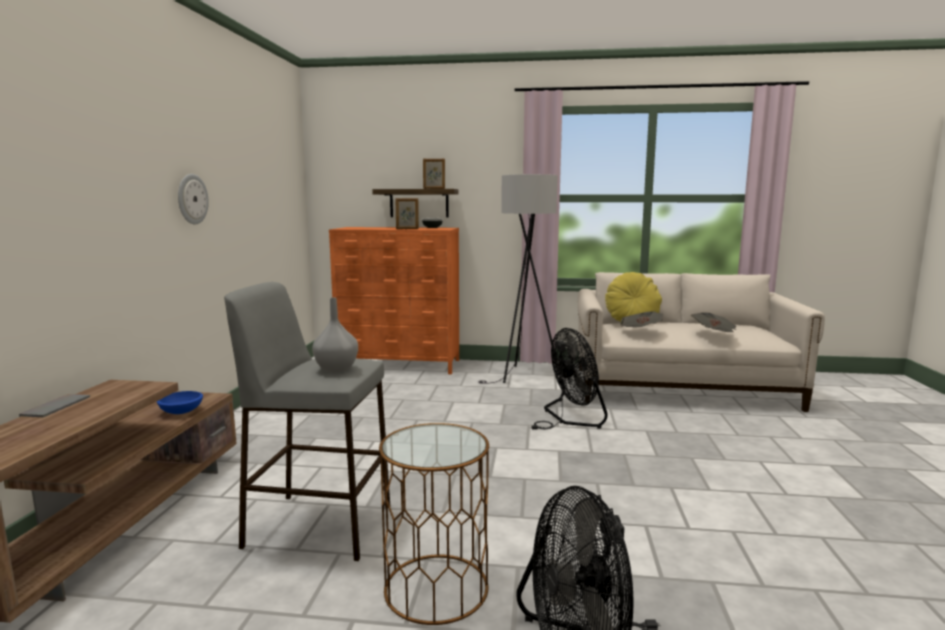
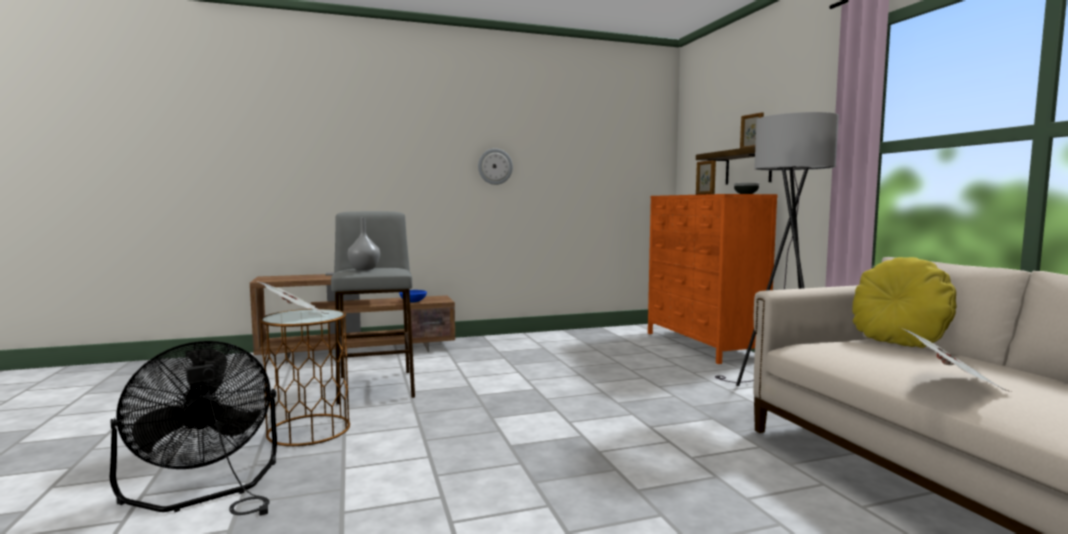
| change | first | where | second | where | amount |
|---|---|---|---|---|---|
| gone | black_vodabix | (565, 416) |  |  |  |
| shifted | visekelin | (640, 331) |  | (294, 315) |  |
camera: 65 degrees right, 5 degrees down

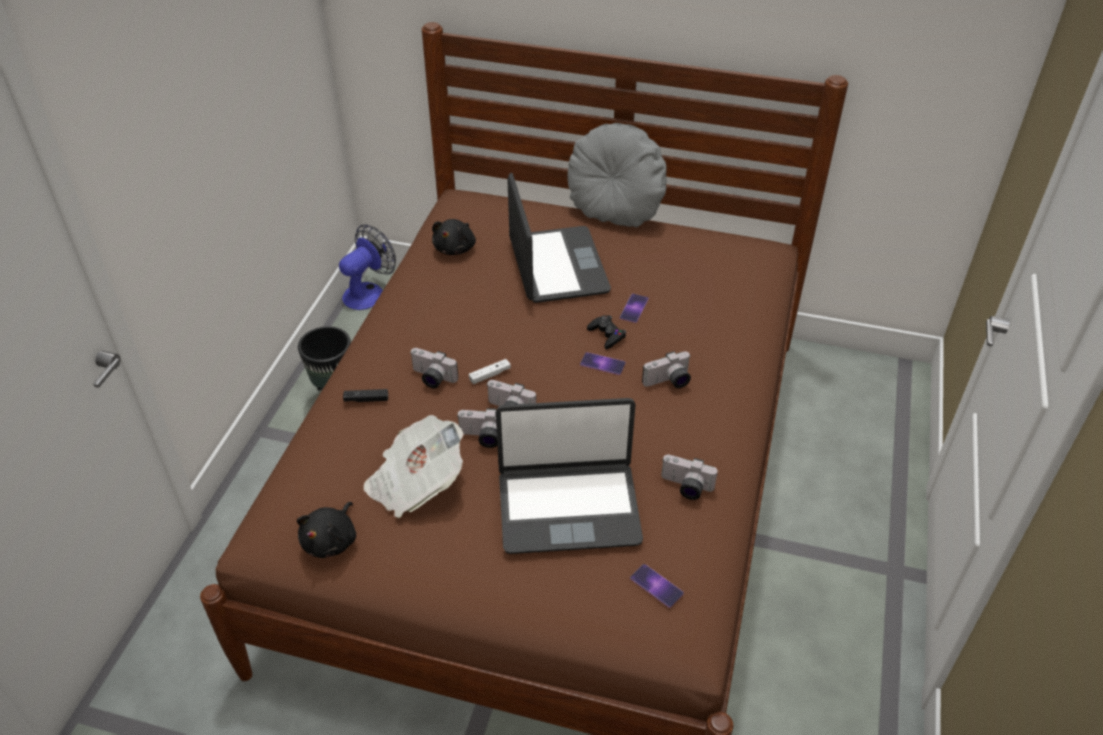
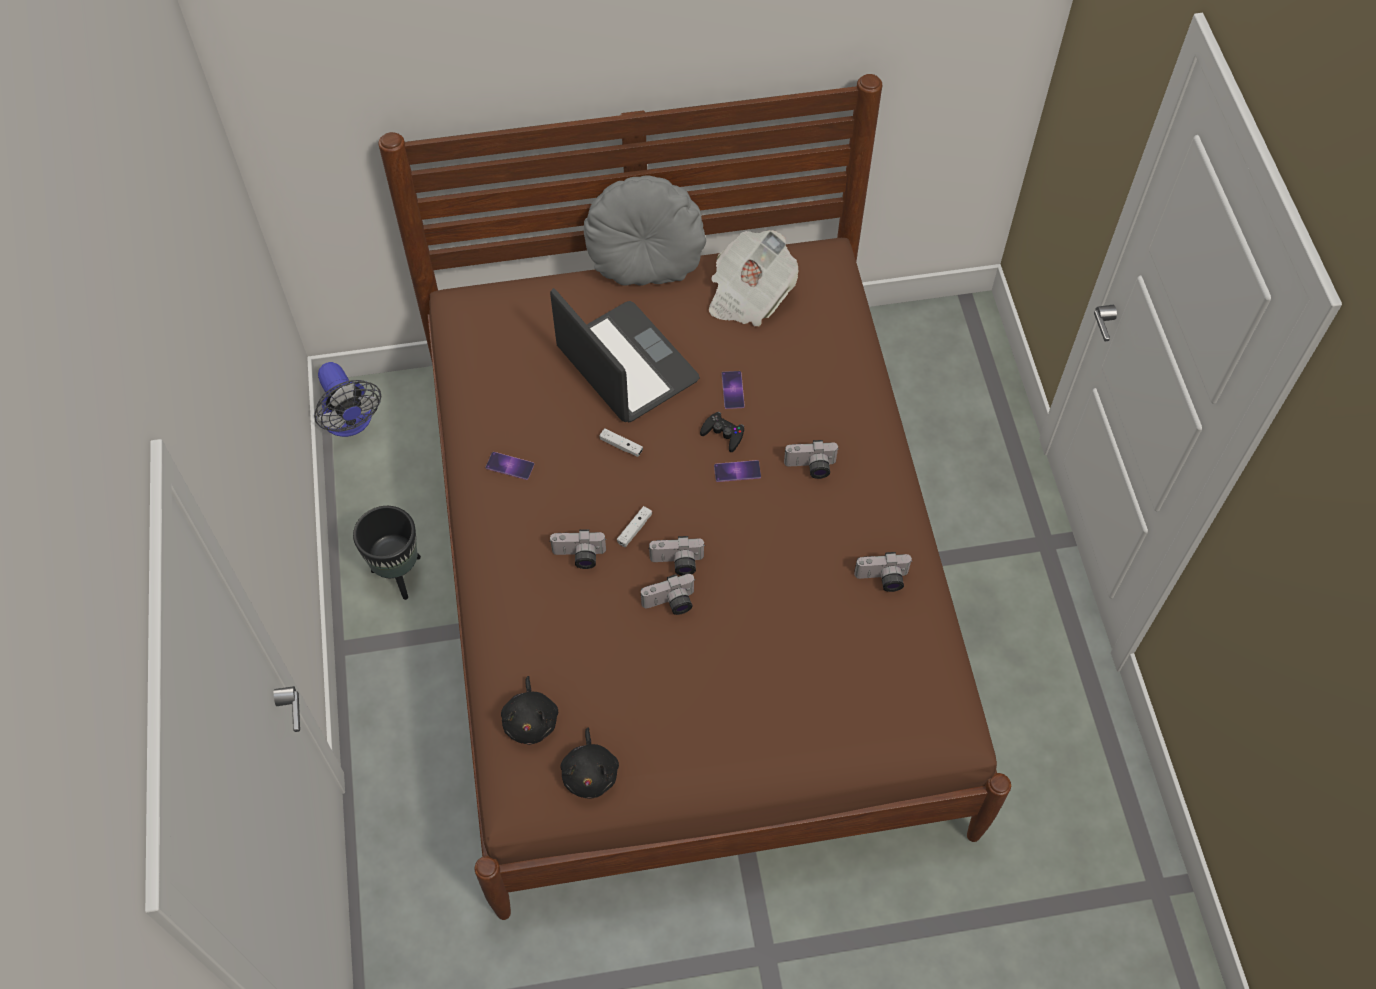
| change | first | where | second | where | amount |
|---|---|---|---|---|---|
| gone | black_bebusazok | (366, 399) |  |  |  |
| gone | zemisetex | (568, 507) |  |  |  |
| new |  |  | white_bebusazok | (621, 446) |  |
| shifted | visekelin | (415, 483) |  | (749, 294) |  |
| shifted | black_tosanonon | (455, 248) |  | (531, 720) |  |
| shifted | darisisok | (656, 586) |  | (510, 466) |  |
| rotated | vodabix | (369, 292) |  | (351, 423) | 135 degrees clockwise |
| rotated | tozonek | (668, 382) |  | (810, 468) | 45 degrees clockwise |
camera: 25 degrees left, 15 degrees up

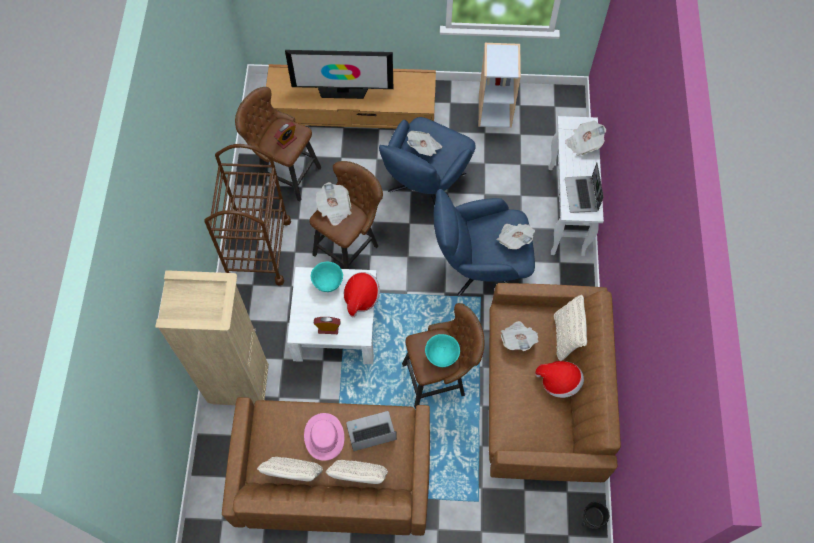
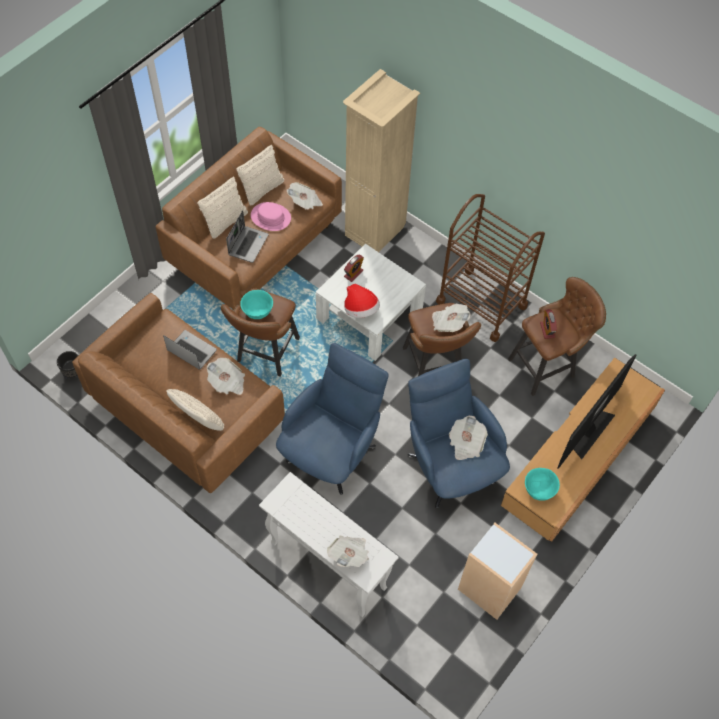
| change | first | where | second | where | amount |
|---|---|---|---|---|---|
| gone | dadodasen | (559, 382) |  |  |  |
| shifted | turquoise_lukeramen | (327, 283) |  | (539, 490) |  |
| shifted | visekelin | (514, 239) |  | (305, 202) |  |
| shifted | zemisetex | (582, 195) |  | (191, 351) |  |
camera: 125 degrees right, 5 degrees down

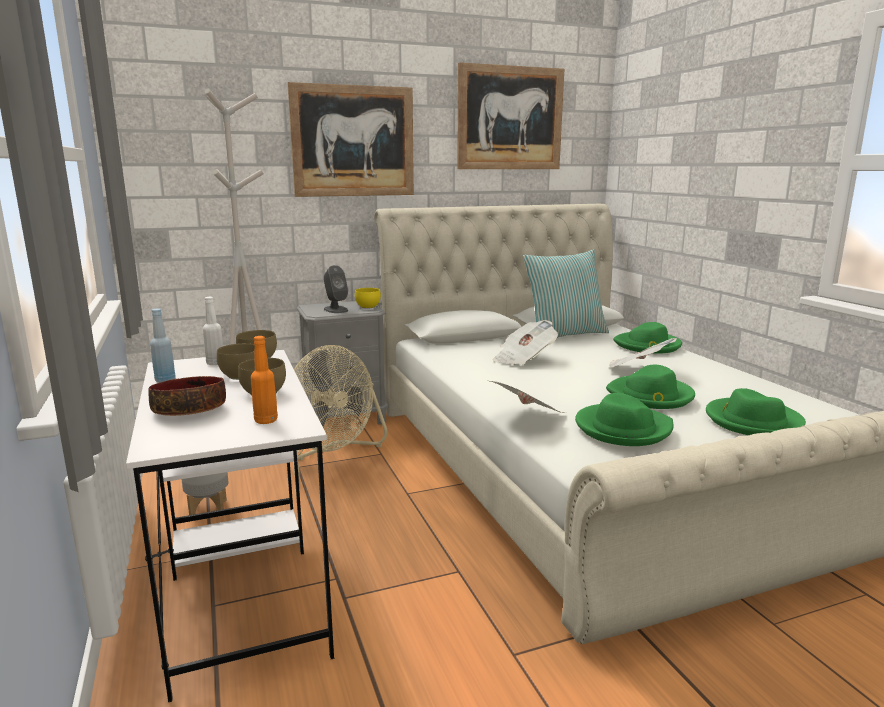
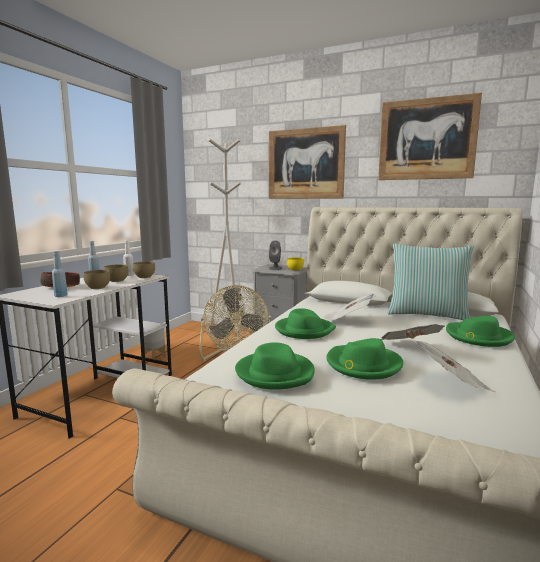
| change | first | where | second | where | amount |
|---|---|---|---|---|---|
| shifted | visekelin | (527, 418) |  | (451, 384) |  |
| shifted | green_dadodasen | (752, 421) |  | (304, 330) |  |
| repainted | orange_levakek | (265, 420) | blue_levakek | (61, 296) |  |
camera: 45 degrees right, 5 degrees down

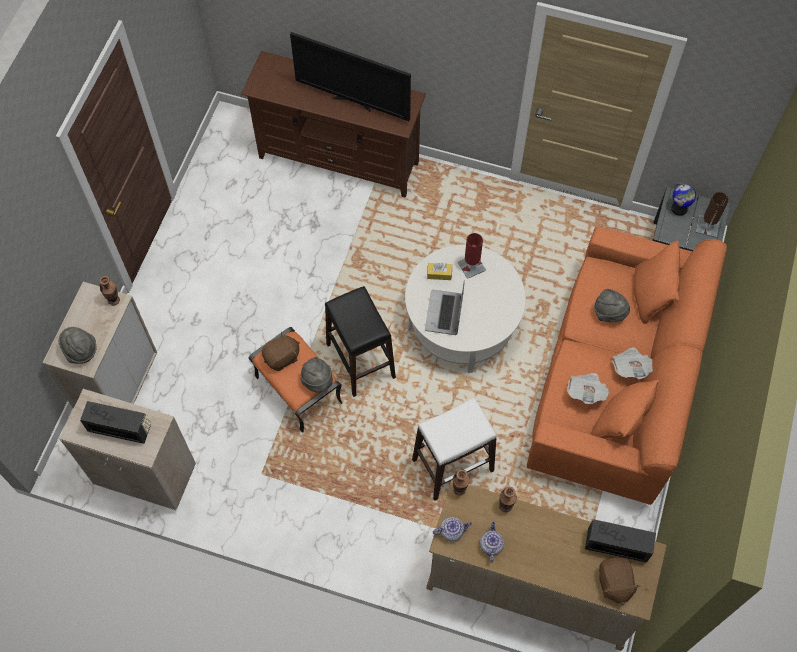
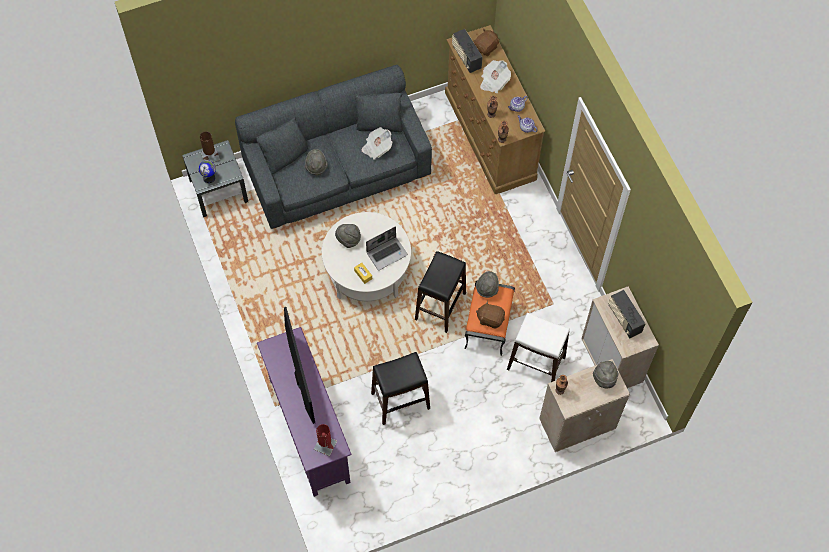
| change | first | where | second | where | amount |
|---|---|---|---|---|---|
| new |  |  | grey_dadodasen | (348, 240) |  |
| new |  |  | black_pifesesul | (400, 401) |  |
| shifted | white_pifesesul | (452, 466) |  | (536, 363) |  |
| shifted | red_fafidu | (471, 266) |  | (325, 445) |  |
| shifted | visekelin | (631, 367) |  | (494, 81) |  |
| repainted | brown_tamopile | (339, 159) | purple_tamopile | (308, 430) |  |
| repainted | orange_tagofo | (613, 382) | grey_tagofo | (337, 171) |  |
camera: 130 degrees left, 0 degrees up

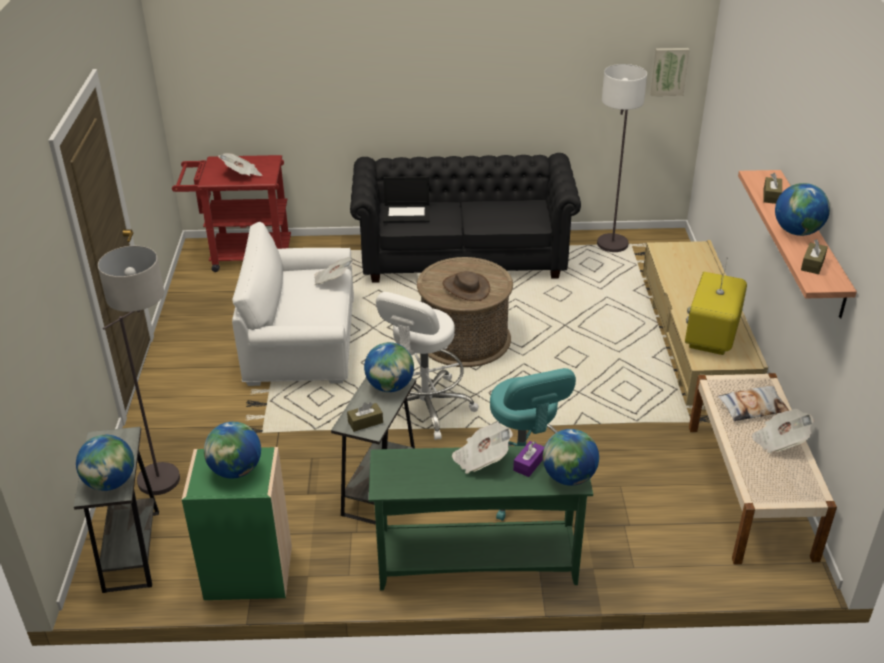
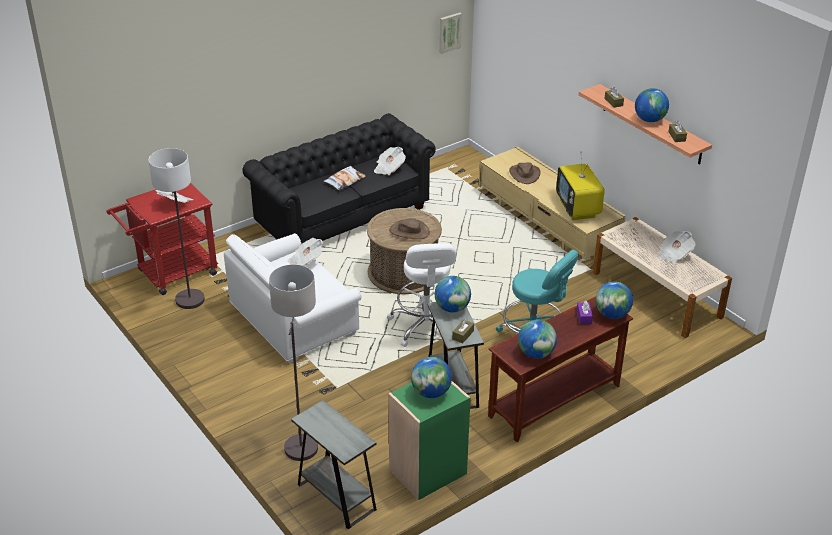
| change | first | where | second | where | amount |
|---|---|---|---|---|---|
| gone | zemisetex | (407, 213) |  |  |  |
| new |  |  | brown_dadodasen | (524, 174) |  |
| shifted | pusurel | (110, 482) |  | (536, 353) |  |
| shifted | visekelin | (481, 459) |  | (389, 168) |  |
| shifted | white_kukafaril | (609, 249) |  | (189, 305) |  |
| shifted | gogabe | (752, 407) |  | (345, 181) |  |
| repainted | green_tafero | (476, 563) | brown_tafero | (554, 401) |  |
camera: 35 degrees left, 0 degrees up

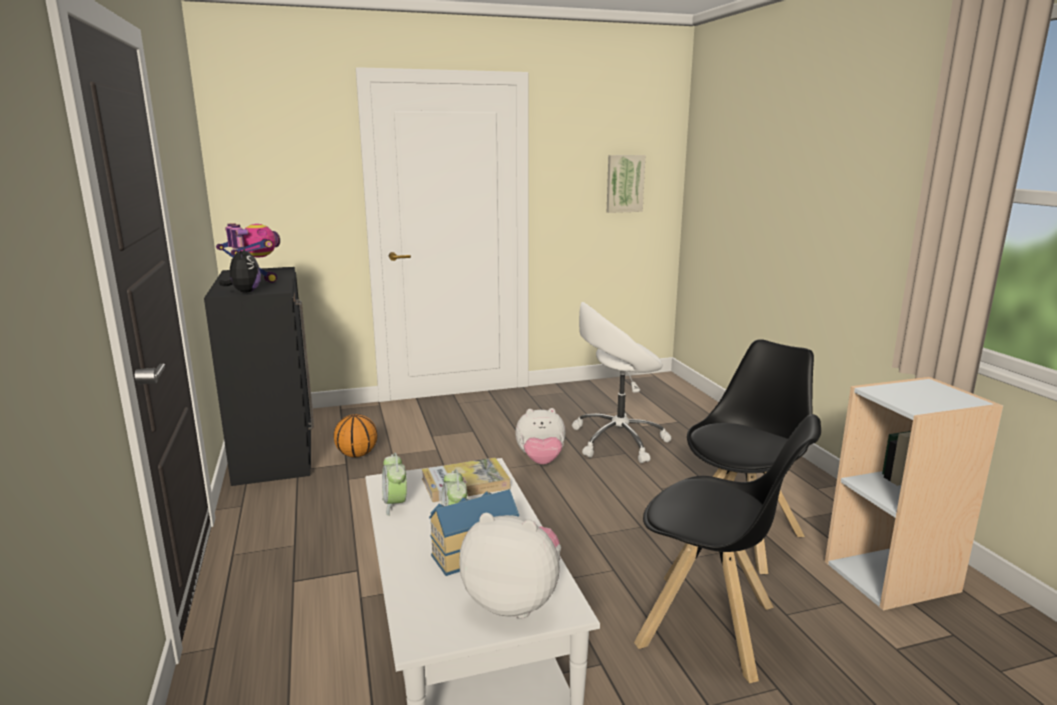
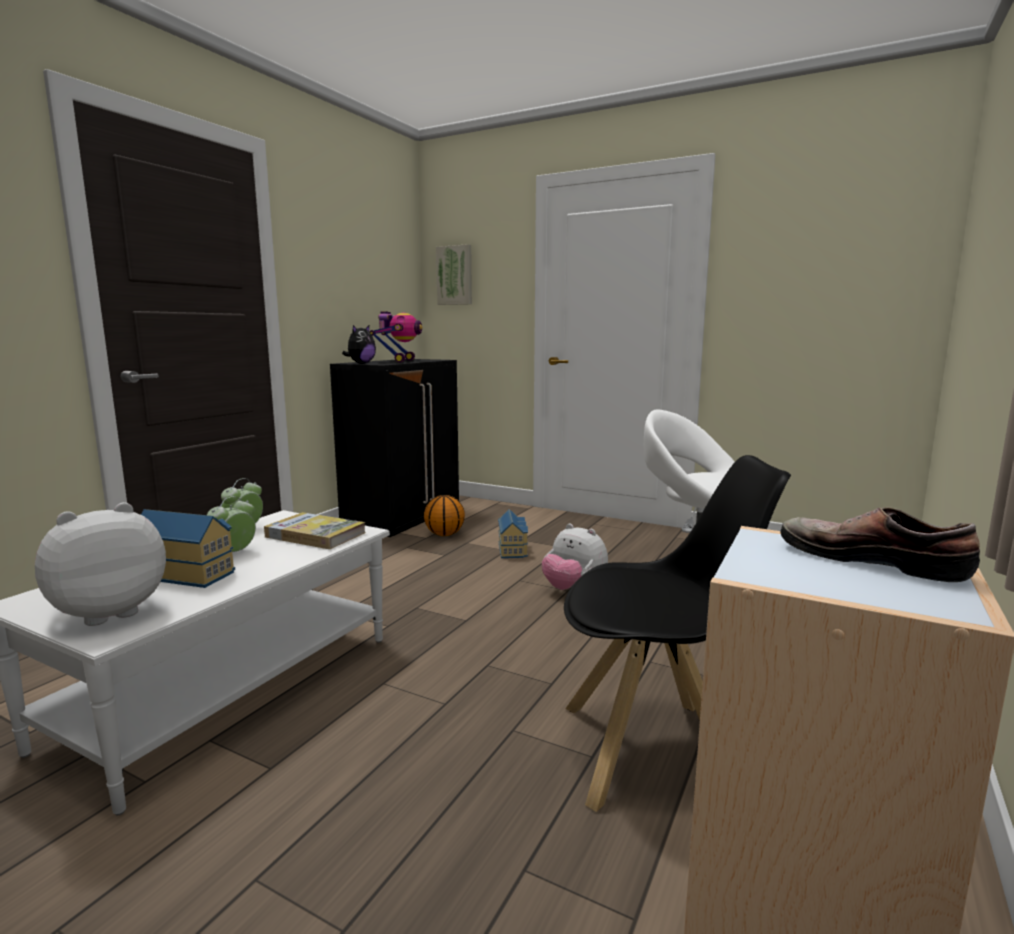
| change | first | where | second | where | amount |
|---|---|---|---|---|---|
| gone | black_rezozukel | (711, 627) |  |  |  |
| new |  |  | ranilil | (513, 549) |  |
| new |  |  | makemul | (871, 559) |  |
| shifted | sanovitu | (624, 183) |  | (455, 275) |  |
| rotated | tosanonon | (514, 601) |  | (108, 612) | 105 degrees counterclockwise |
camera: 45 degrees right, 5 degrees down

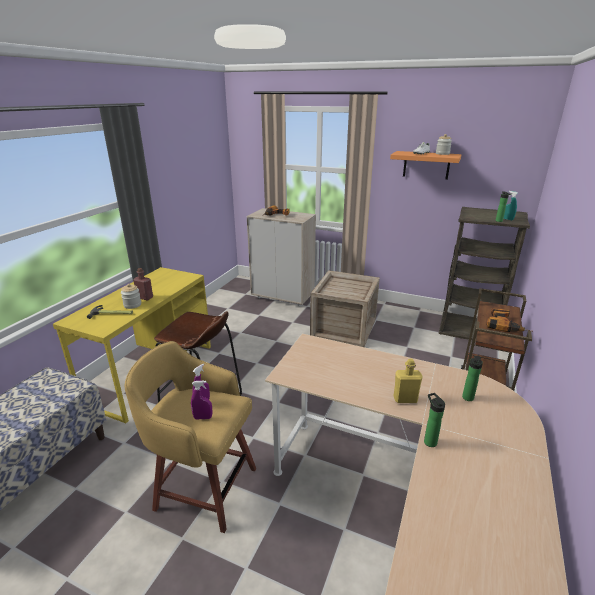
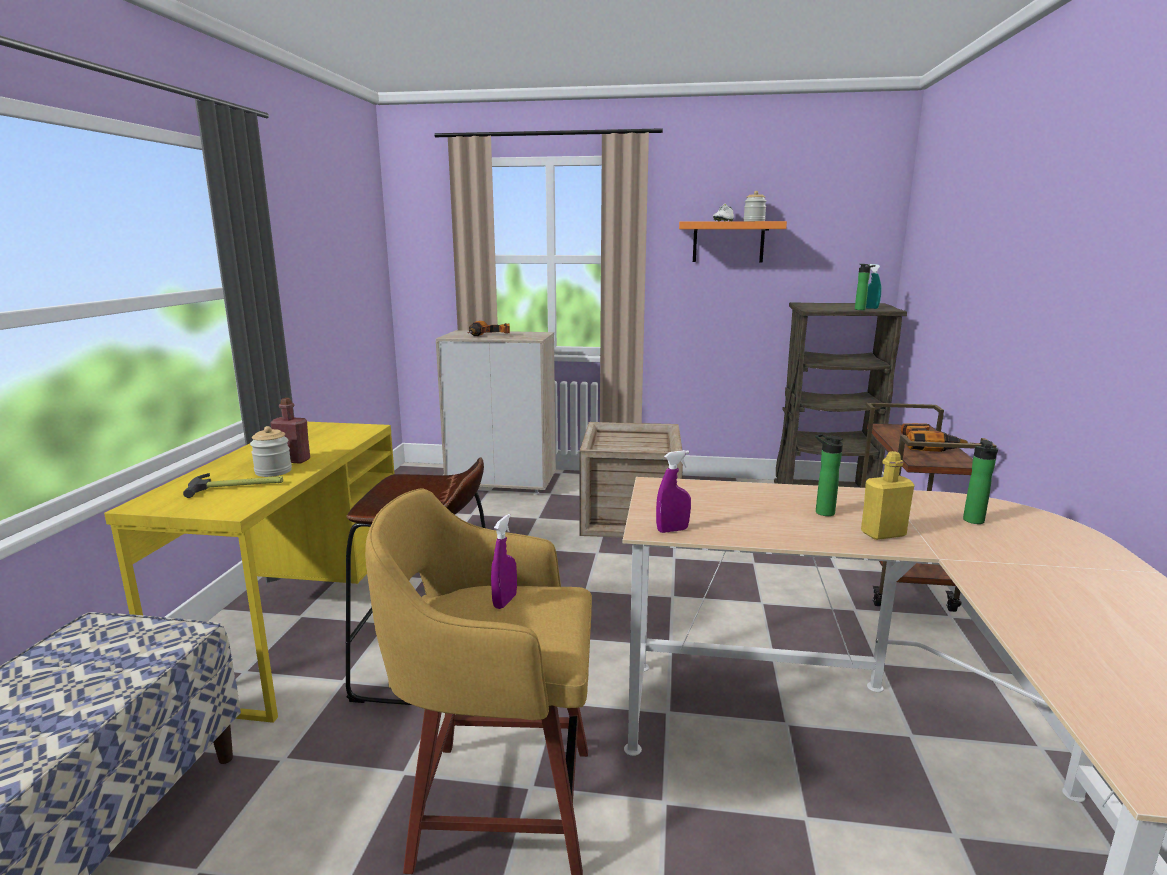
| change | first | where | second | where | amount |
|---|---|---|---|---|---|
| shifted | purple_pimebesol | (203, 417) |  | (672, 530) |  |
| shifted | levakek | (429, 441) |  | (822, 512) |  |
camera: 15 degrees left, 10 degrees down

